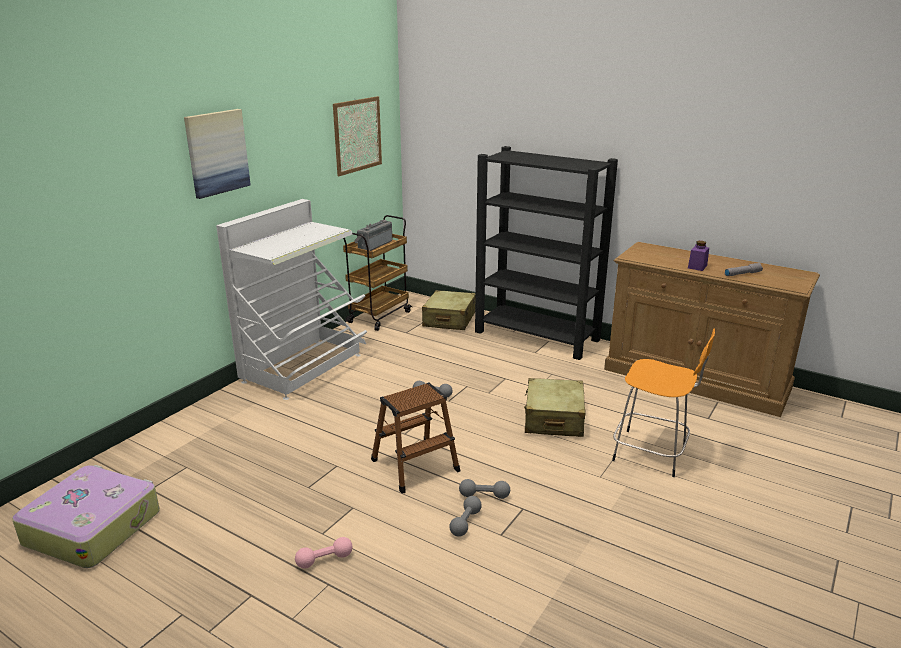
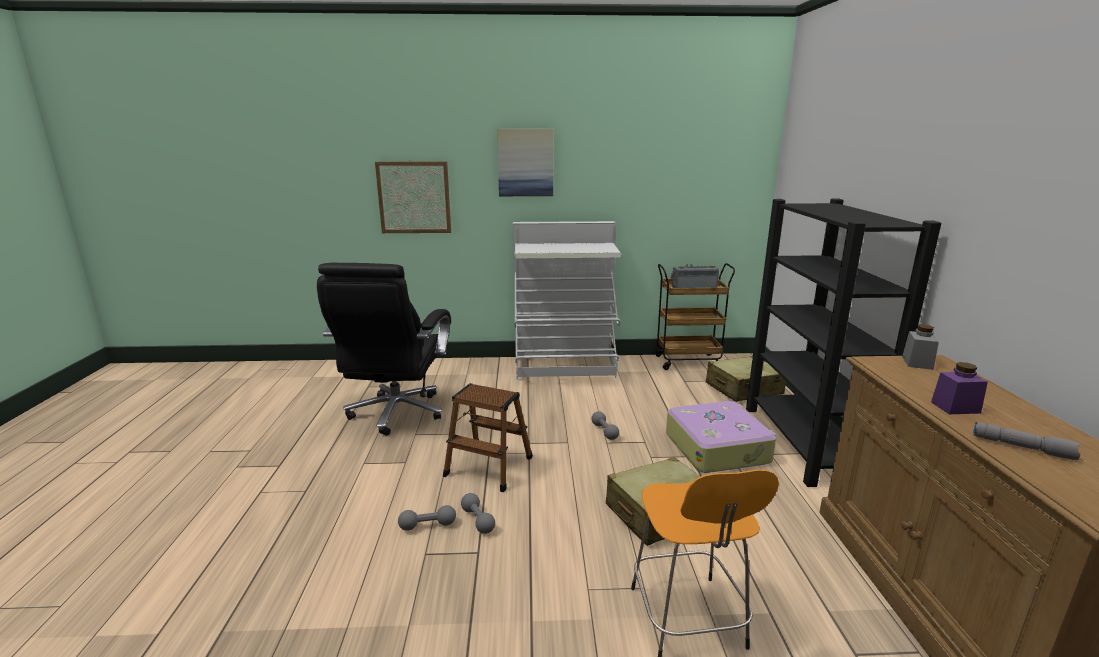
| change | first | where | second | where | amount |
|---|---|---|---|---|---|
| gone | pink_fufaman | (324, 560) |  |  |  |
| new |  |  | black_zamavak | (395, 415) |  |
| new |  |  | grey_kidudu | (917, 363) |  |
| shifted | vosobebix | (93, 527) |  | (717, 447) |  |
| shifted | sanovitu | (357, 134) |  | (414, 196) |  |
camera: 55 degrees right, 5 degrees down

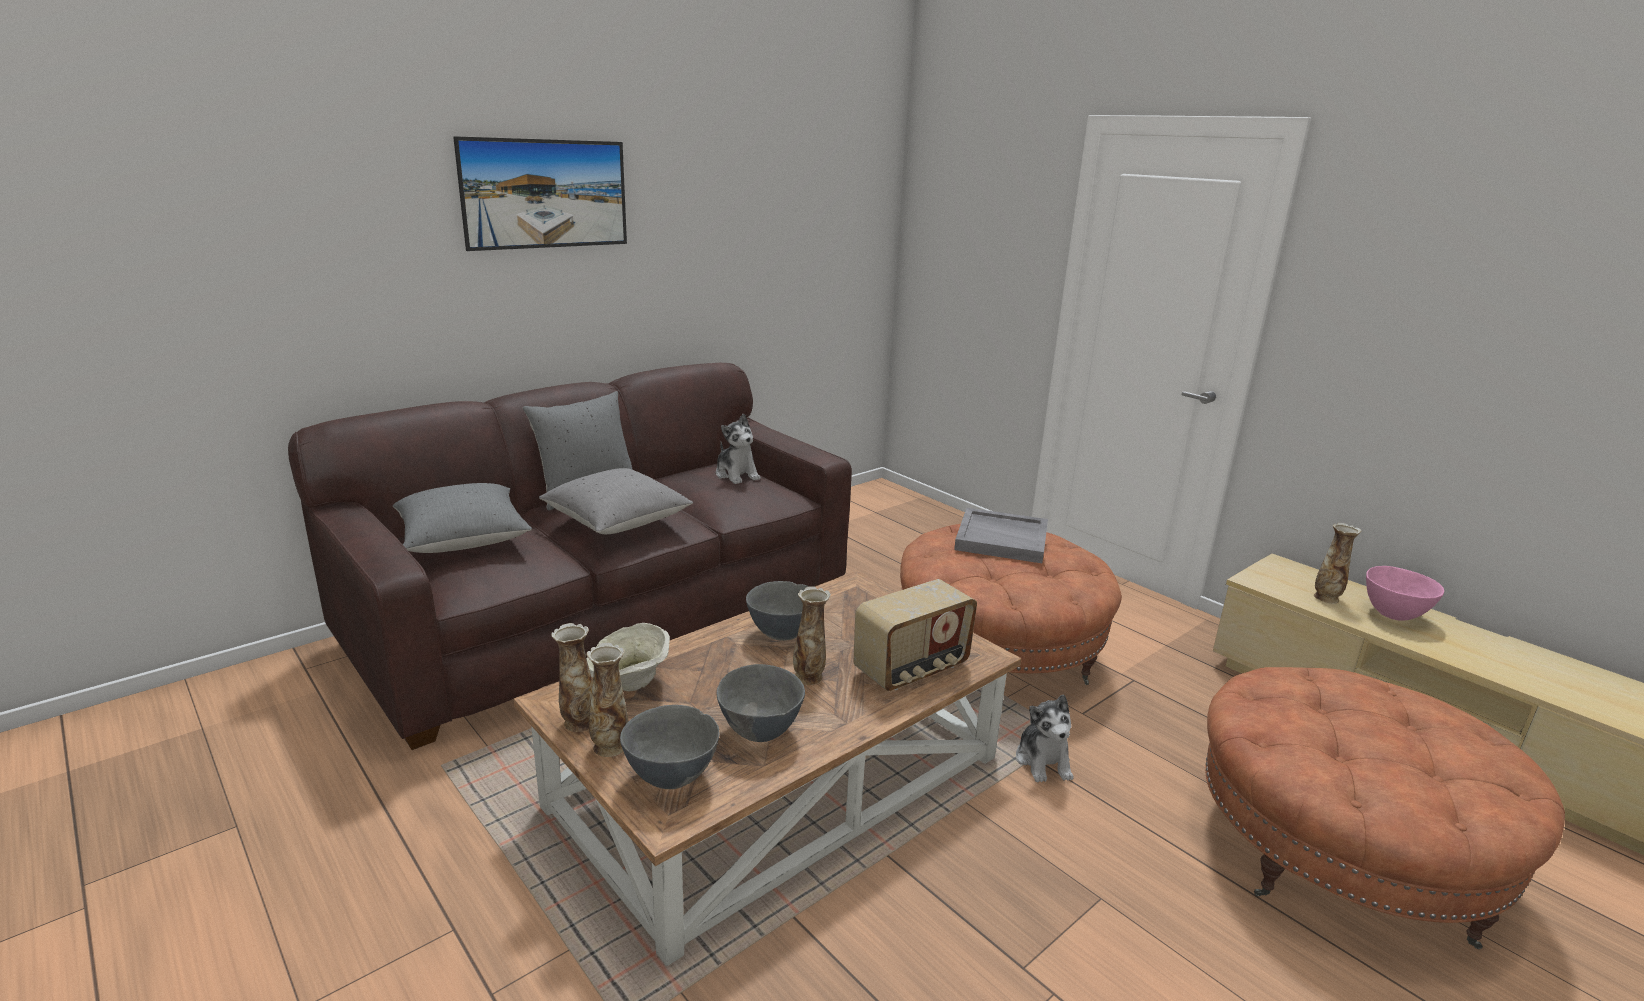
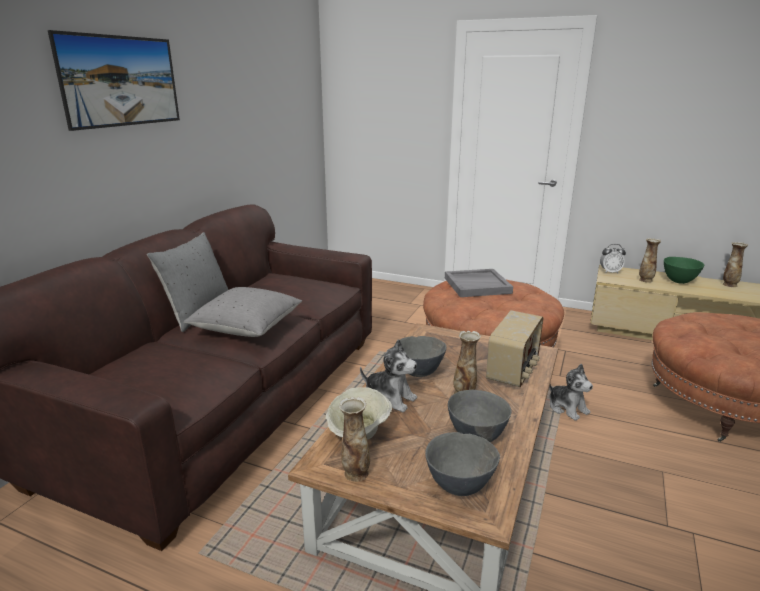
| change | first | where | second | where | amount |
|---|---|---|---|---|---|
| gone | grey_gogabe | (463, 540) |  |  |  |
| new |  |  | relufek | (610, 272) |  |
| shifted | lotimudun | (610, 746) |  | (729, 285) |  |
| shifted | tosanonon | (737, 475) |  | (389, 398) |  |
| repainted | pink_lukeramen | (1392, 615) | green_lukeramen | (679, 282) |  |
camera: 25 degrees left, 0 degrees up

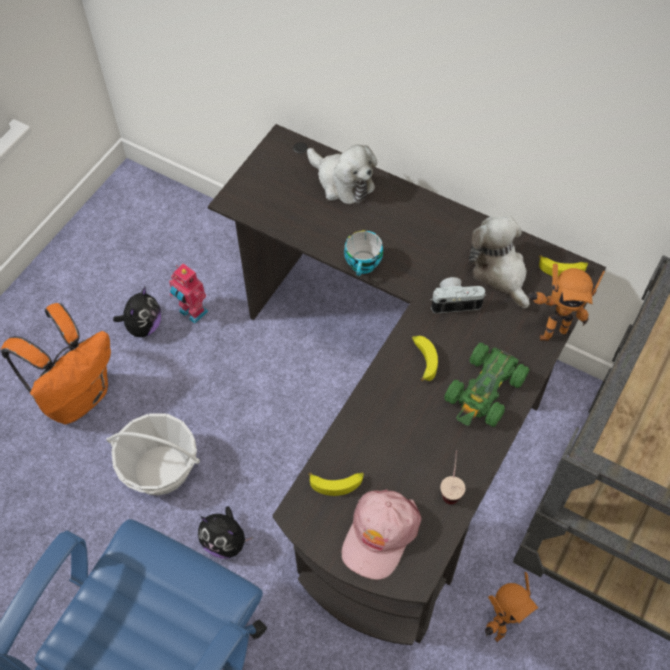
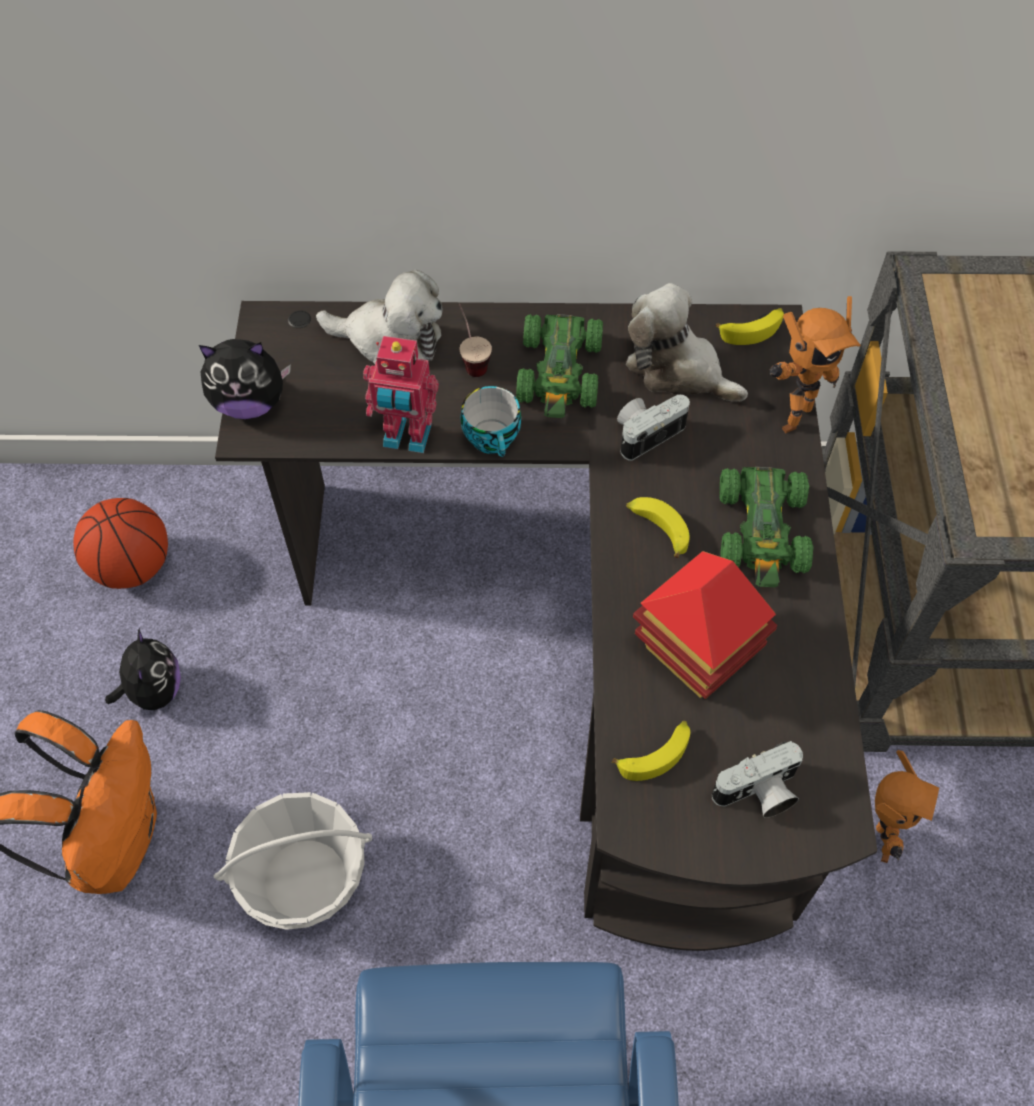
| change | first | where | second | where | amount |
|---|---|---|---|---|---|
| new |  |  | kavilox | (132, 567) |  |
| new |  |  | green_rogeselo | (560, 373) |  |
| new |  |  | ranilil | (696, 652) |  |
| shifted | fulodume | (192, 313) |  | (406, 438) |  |
| shifted | tosanonon | (225, 541) |  | (250, 403) |  |
| shifted | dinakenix | (451, 487) |  | (471, 360) |  |
| swapped | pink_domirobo | (380, 535) | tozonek | (758, 794) |  |
camera: 30 degrees left, 0 degrees up

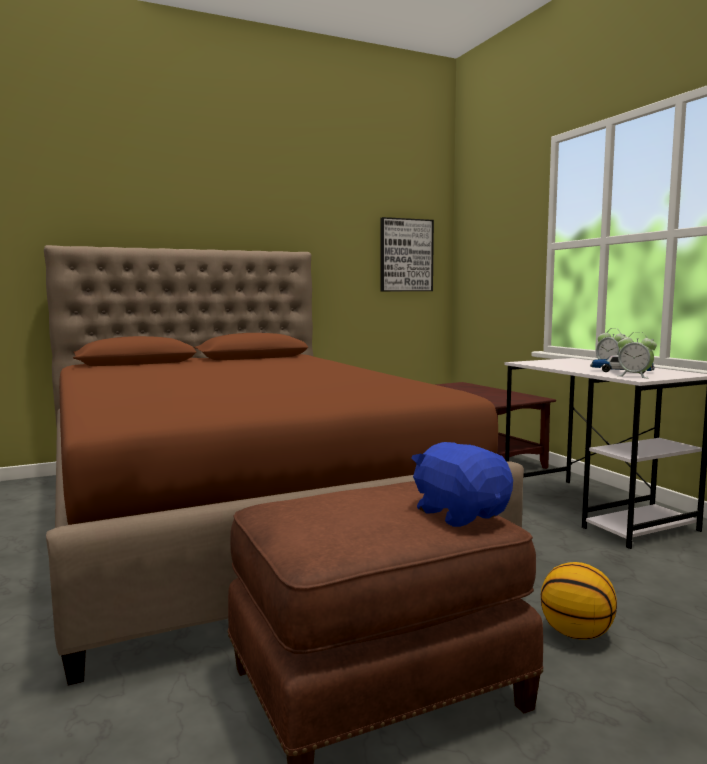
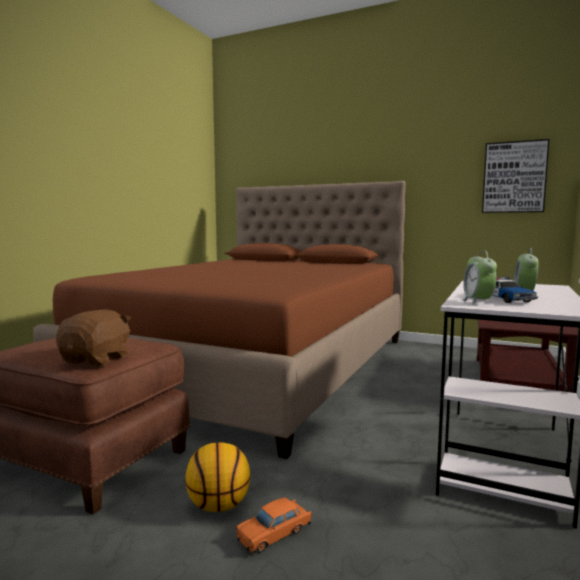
| change | first | where | second | where | amount |
|---|---|---|---|---|---|
| new |  |  | orange_rogeselo | (274, 533) |  |
| repainted | blue_tosanonon | (460, 514) | brown_tosanonon | (97, 359) |  |
camera: 50 degrees right, 0 degrees up

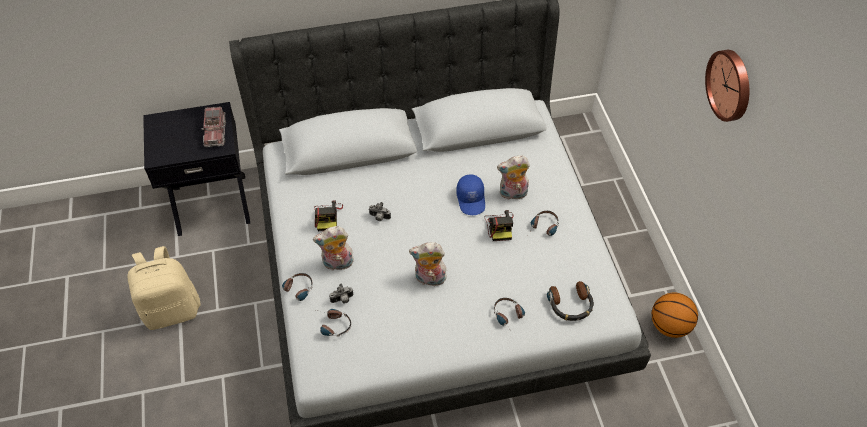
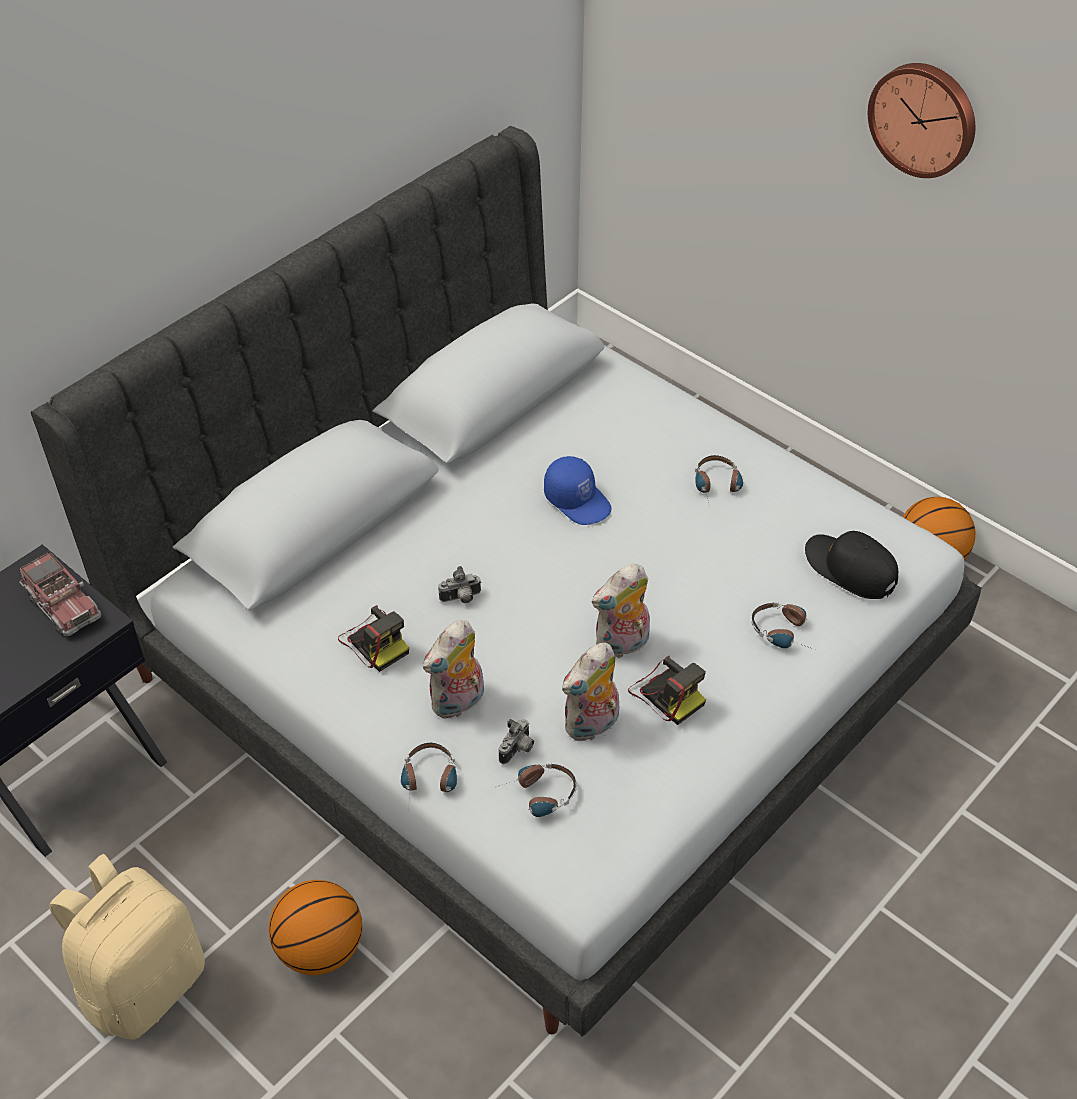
| change | first | where | second | where | amount |
|---|---|---|---|---|---|
| new |  |  | kavilox | (320, 949) |  |
| shifted | tozonek | (500, 226) |  | (666, 693) |  |
| shifted | tosanonon | (512, 194) |  | (592, 726) |  |
| swapped | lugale | (570, 305) | black_domirobo | (850, 569) |  |
camera: 35 degrees left, 5 degrees down

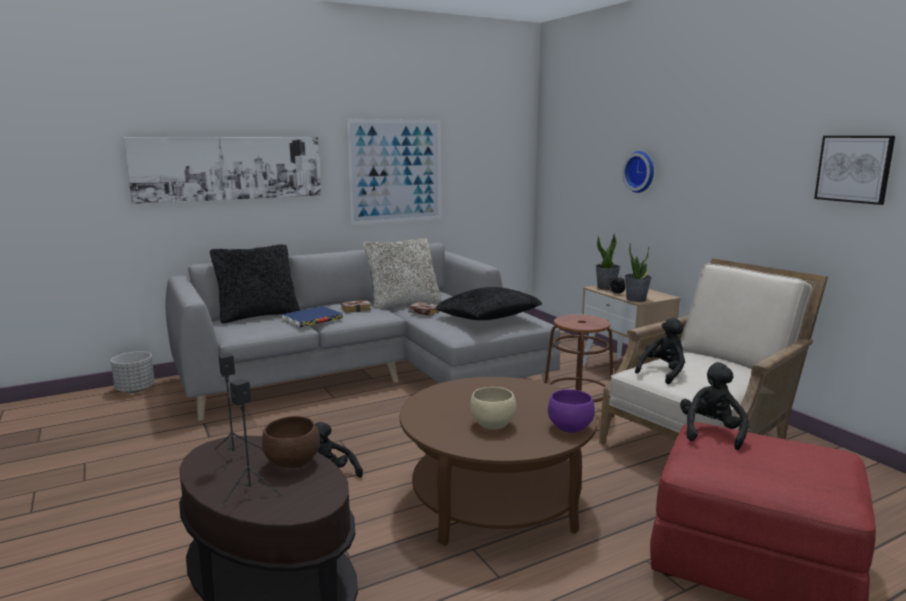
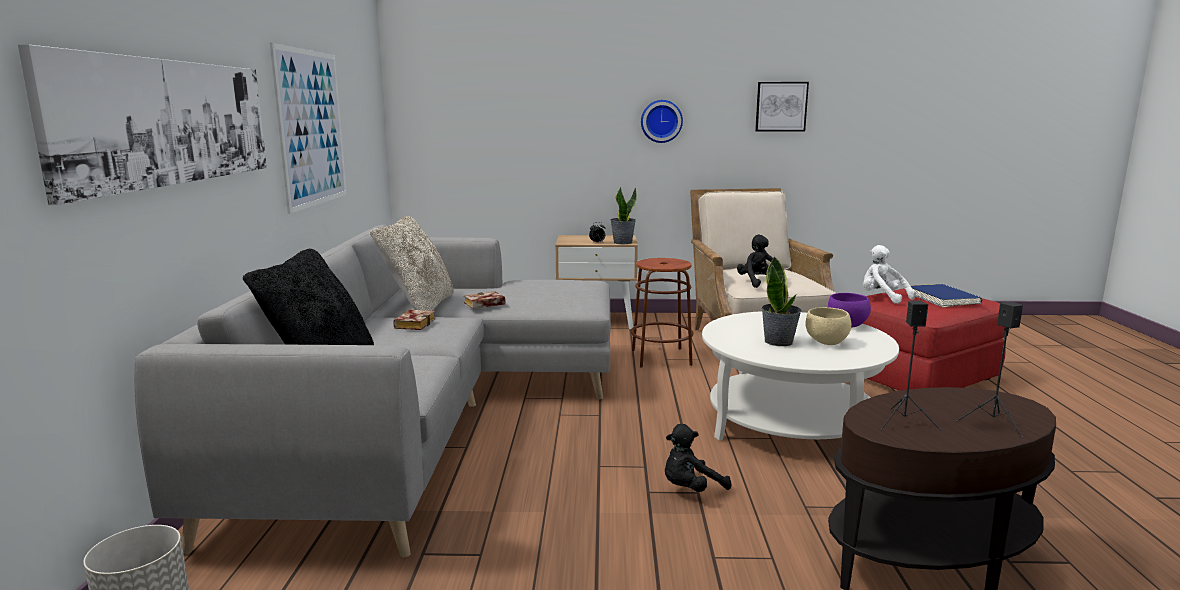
| change | first | where | second | where | amount |
|---|---|---|---|---|---|
| gone | brown_lukeramen | (294, 463) |  |  |  |
| gone | black_gogabe | (487, 318) |  |  |  |
| shifted | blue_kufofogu | (312, 319) |  | (942, 298) |  |
| shifted | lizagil | (606, 287) |  | (779, 342) |  |
| shifted | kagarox | (641, 171) |  | (661, 121) |  |
| repainted | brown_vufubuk | (495, 499) | white_vufubuk | (790, 423) |  |
| repainted | black_tosanonon | (711, 432) | white_tosanonon | (882, 298) |  |
camera: 60 degrees left, 0 degrees up

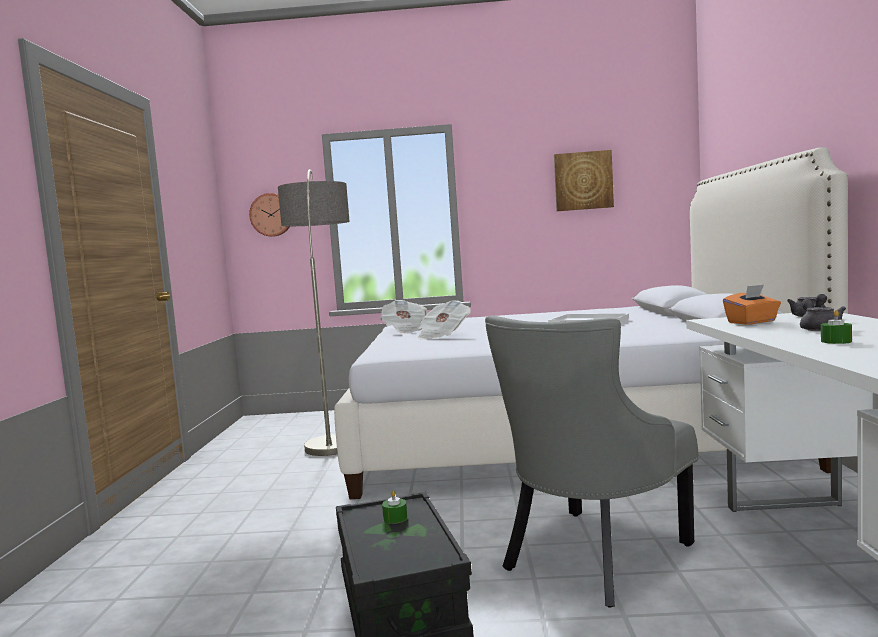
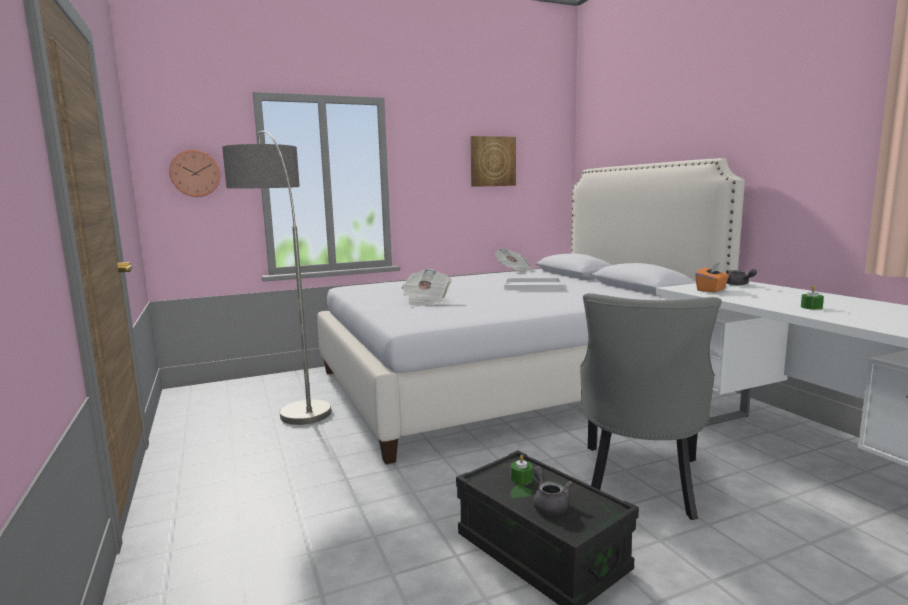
| change | first | where | second | where | amount |
|---|---|---|---|---|---|
| shifted | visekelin | (406, 330) |  | (513, 271) |  |
| shifted | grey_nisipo | (818, 328) |  | (549, 504) |  |
camera: 25 degrees left, 5 degrees up

